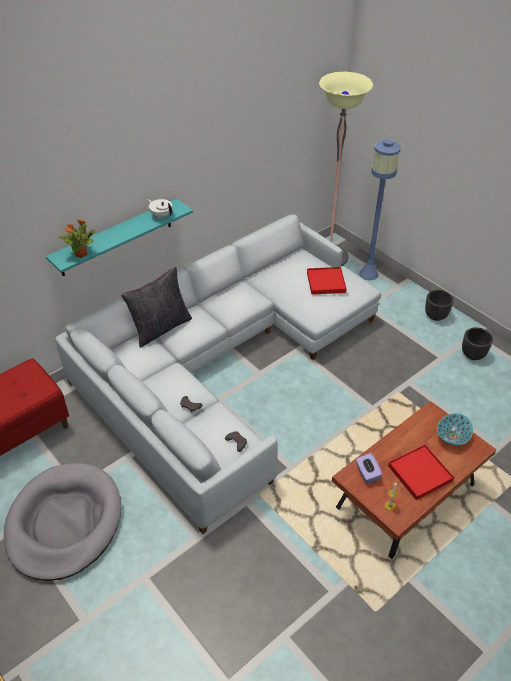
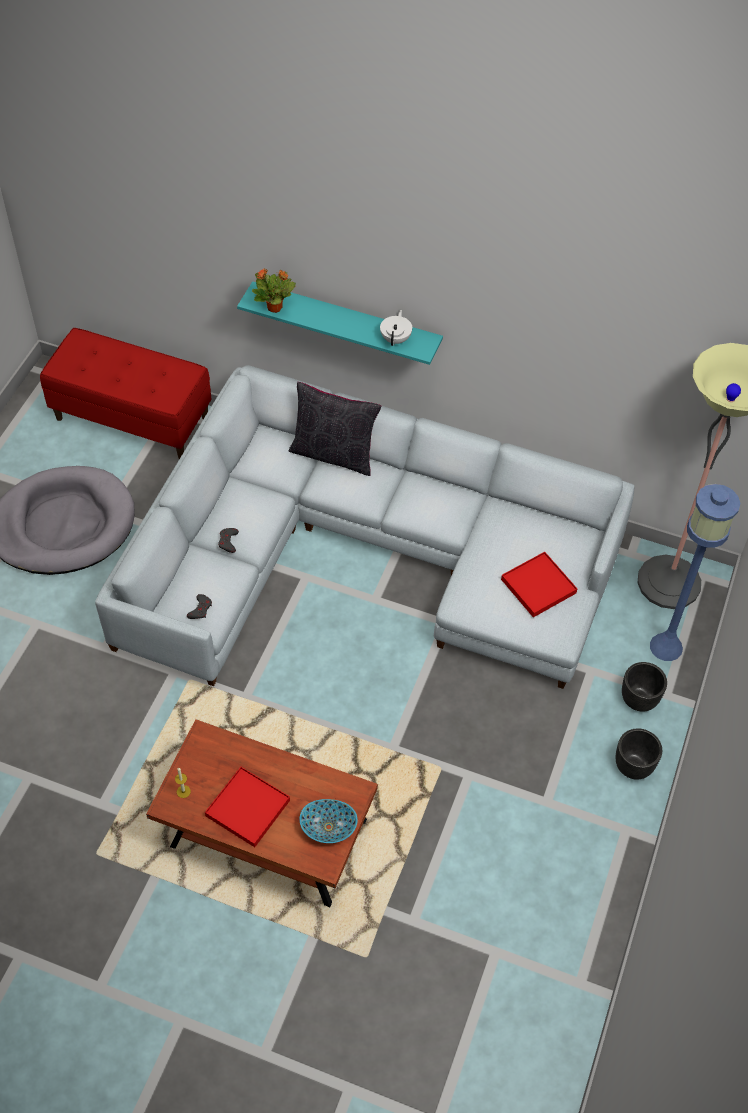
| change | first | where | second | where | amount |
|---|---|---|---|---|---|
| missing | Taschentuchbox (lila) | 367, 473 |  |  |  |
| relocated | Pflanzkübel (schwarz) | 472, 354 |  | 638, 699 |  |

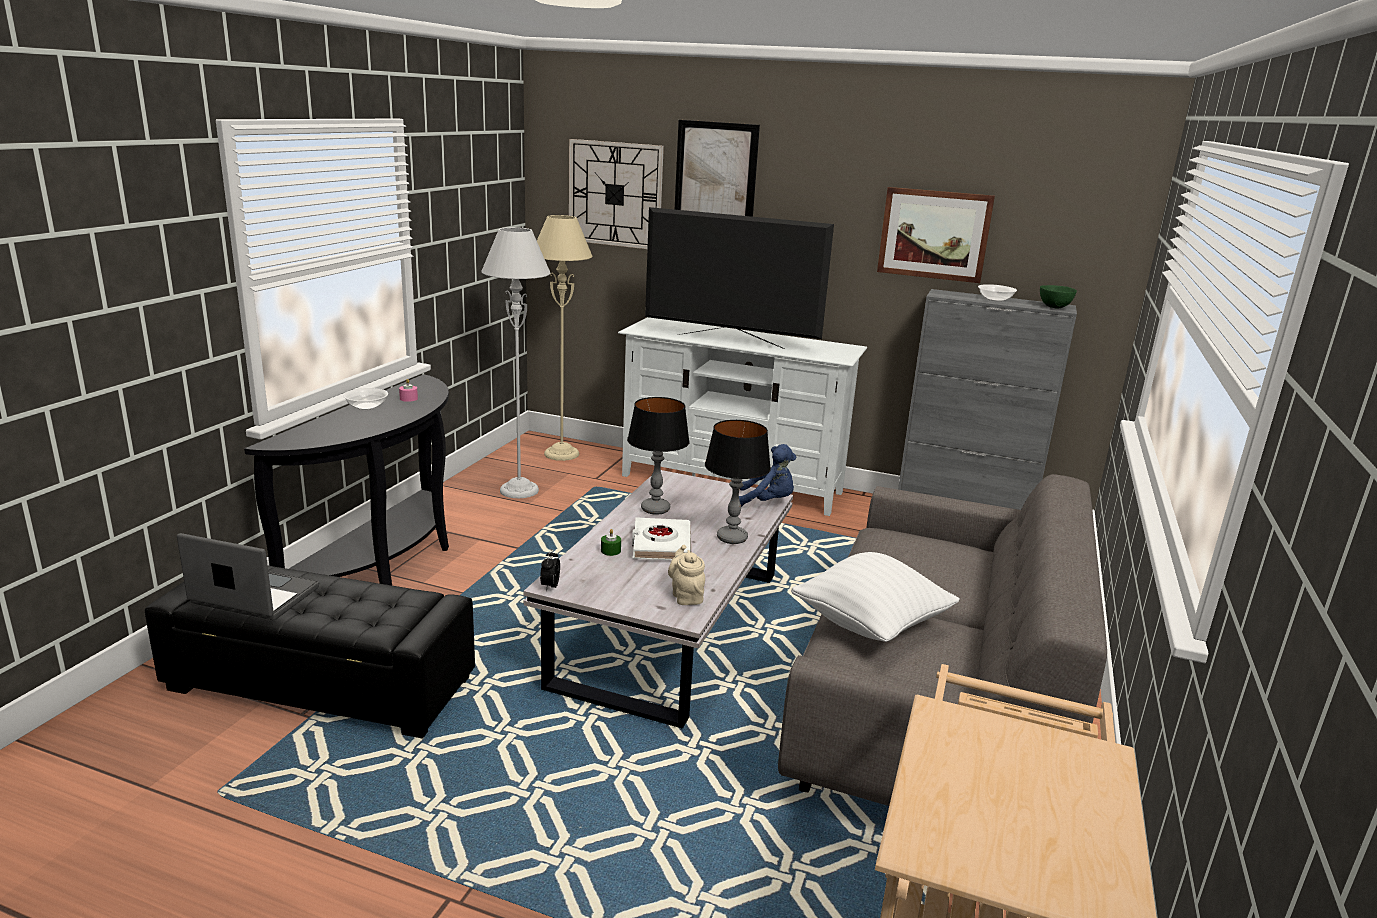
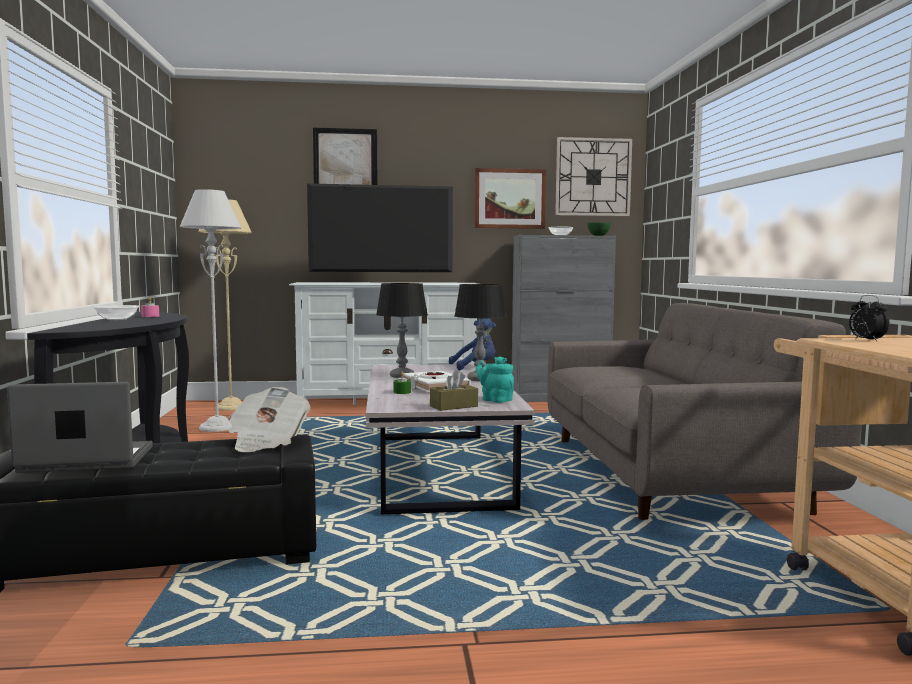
| change | first | where | second | where | amount |
|---|---|---|---|---|---|
| missing | Kissen (weiß) | 870, 625 |  |  |  |
| appeared |  |  | Zeitung | 267, 441 |  |
| appeared |  |  | Taschentuchbox (braun) | 453, 406 |  |
| relocated | Wecker | 550, 586 |  | 866, 340 |  |
| relocated | Wanduhr | 615, 194 |  | 593, 177 |  |
| colour | Teekanne (beige) | 686, 596 | Teekanne (türkis) | 495, 399 |  |

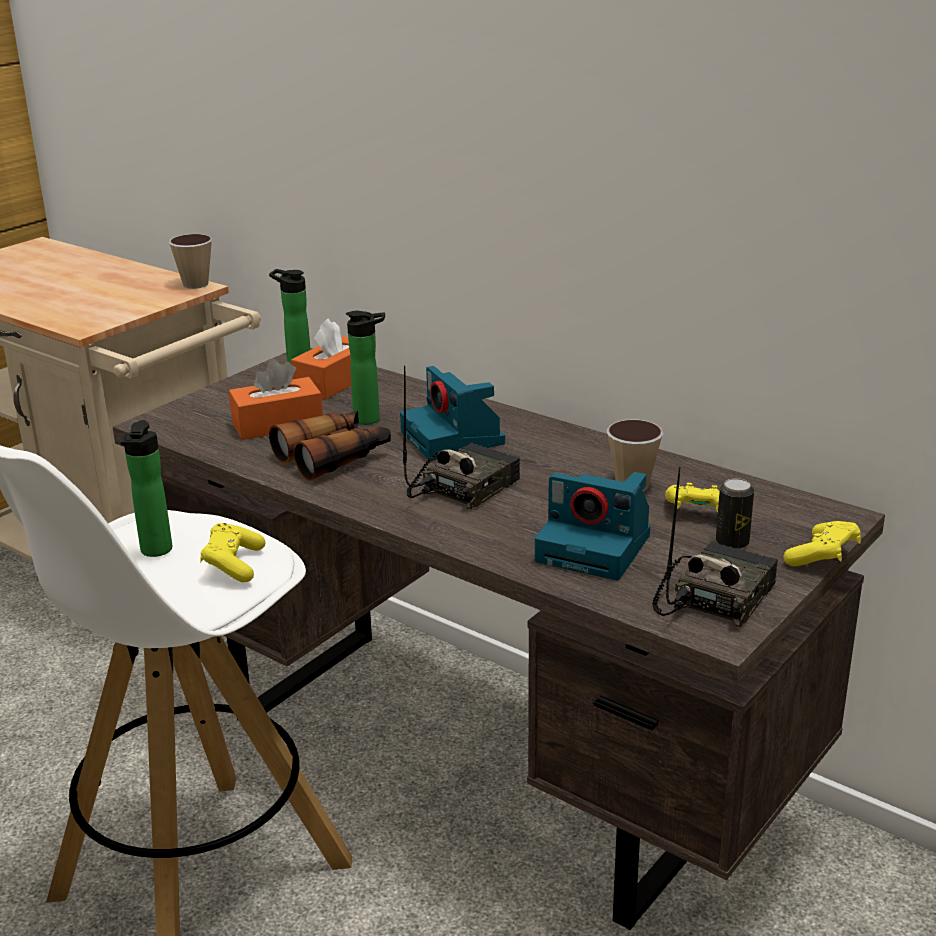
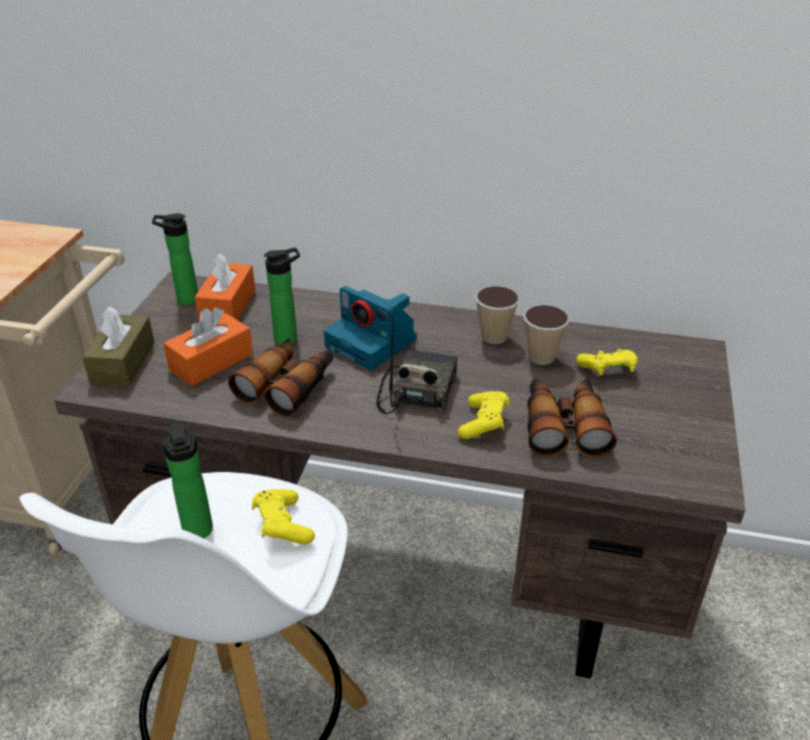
| change | first | where | second | where | amount |
|---|---|---|---|---|---|
| missing | Radio | 714, 597 |  |  |  |
| missing | Dose | 732, 542 |  |  |  |
| appeared |  |  | Taschentuchbox (braun) | 123, 362 |  |
| relocated | Tasse | 195, 284 |  | 494, 337 |  |
| relocated | Gamepad (gelb) | 823, 558 |  | 484, 424 |  |
| exchanged | Kamera | 596, 548 | Fernglas | 564, 425 |  |

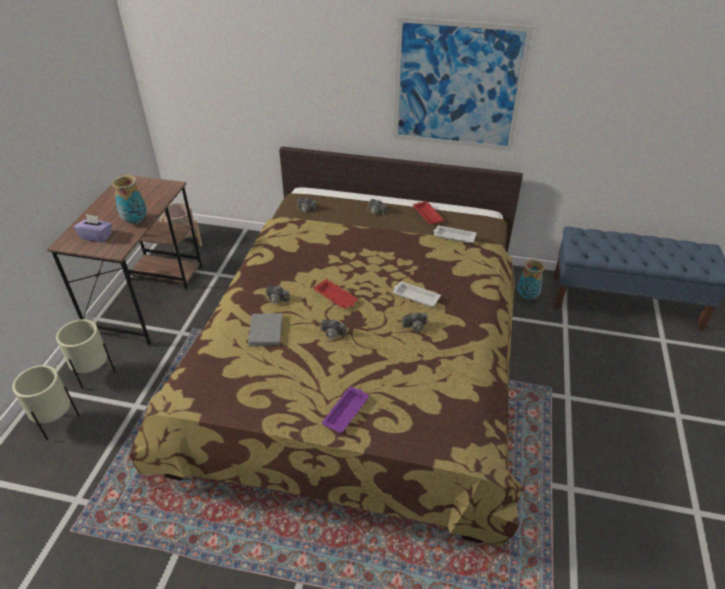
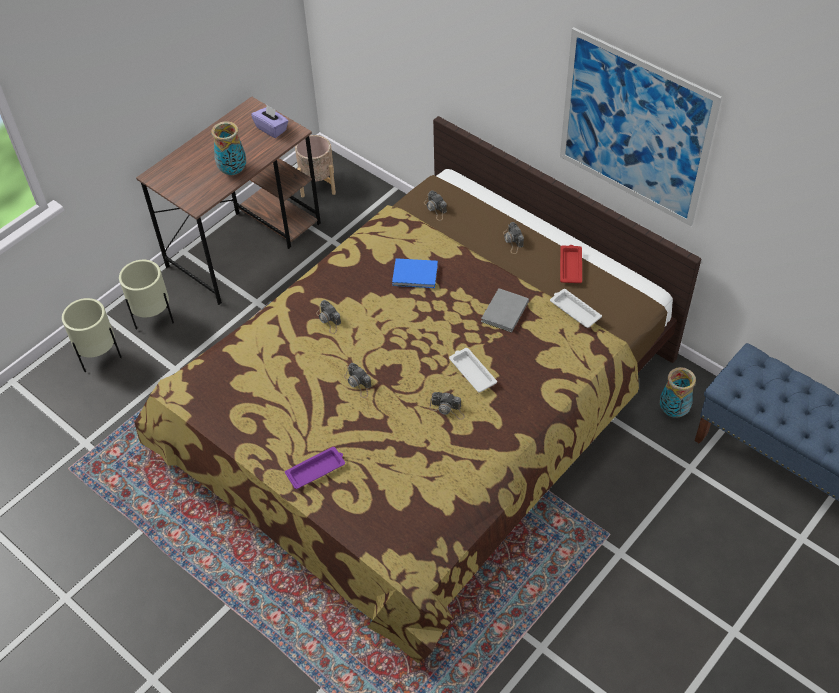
| change | first | where | second | where | amount |
|---|---|---|---|---|---|
| missing | Tablett (rot) | 336, 297 |  |  |  |
| appeared |  |  | Buch (blau) | 416, 275 |  |
| relocated | Taschentuchbox (lila) | 97, 236 |  | 271, 129 |  |
| relocated | Buch (grau) | 265, 332 |  | 503, 312 |  |

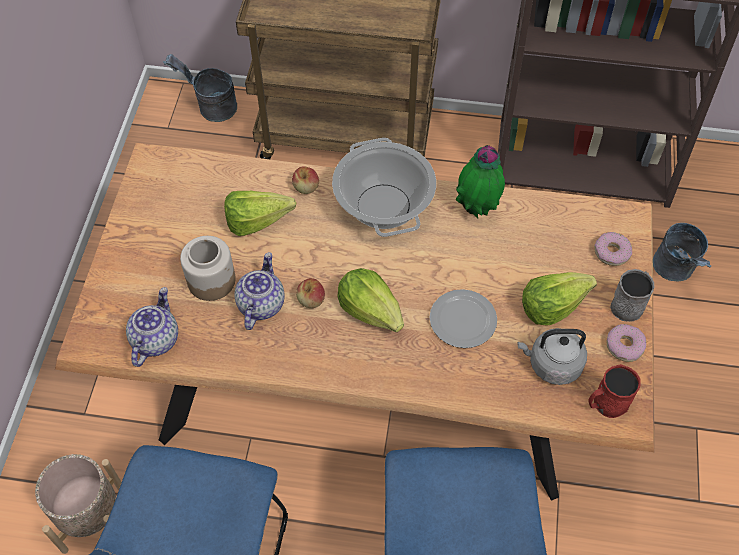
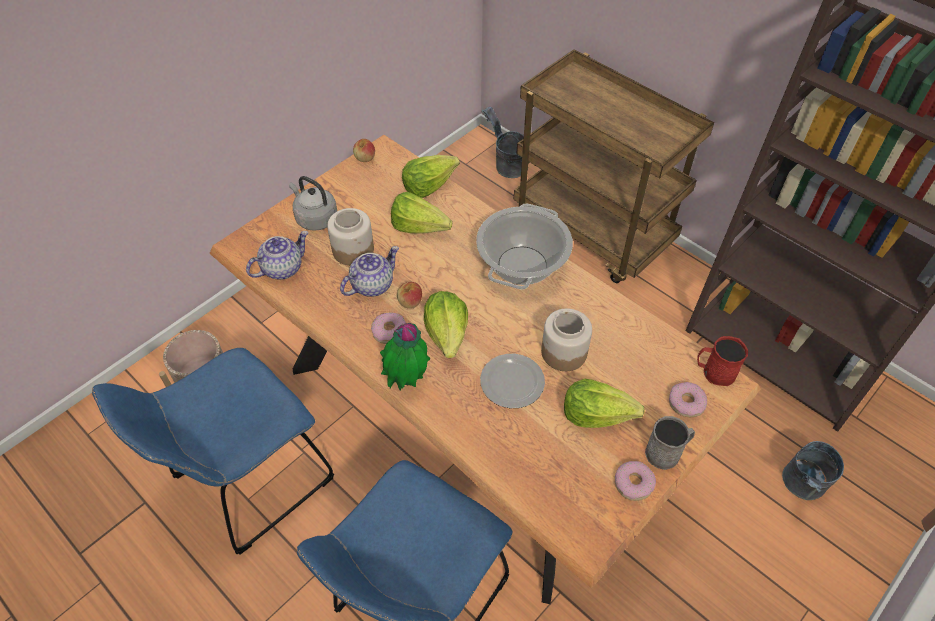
| change | first | where | second | where | amount |
|---|---|---|---|---|---|
| appeared |  |  | Donut | 389, 331 |  |
| appeared |  |  | Salatkopf | 428, 185 |  |
| appeared |  |  | Vorratsglas | 563, 352 |  |
| relocated | Apfel | 306, 187 |  | 365, 158 |  |
| relocated | Topfpflanze | 477, 209 |  | 407, 382 |  |
| relocated | Wasserkessel (grau) | 551, 365 |  | 315, 218 |  |
| relocated | Henkelbecher (rot) | 606, 403 |  | 714, 372 |  |

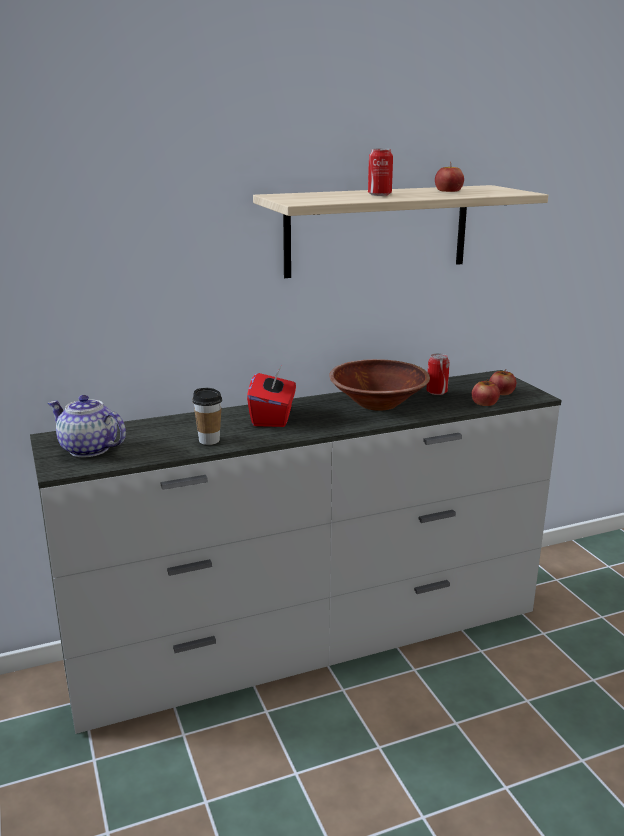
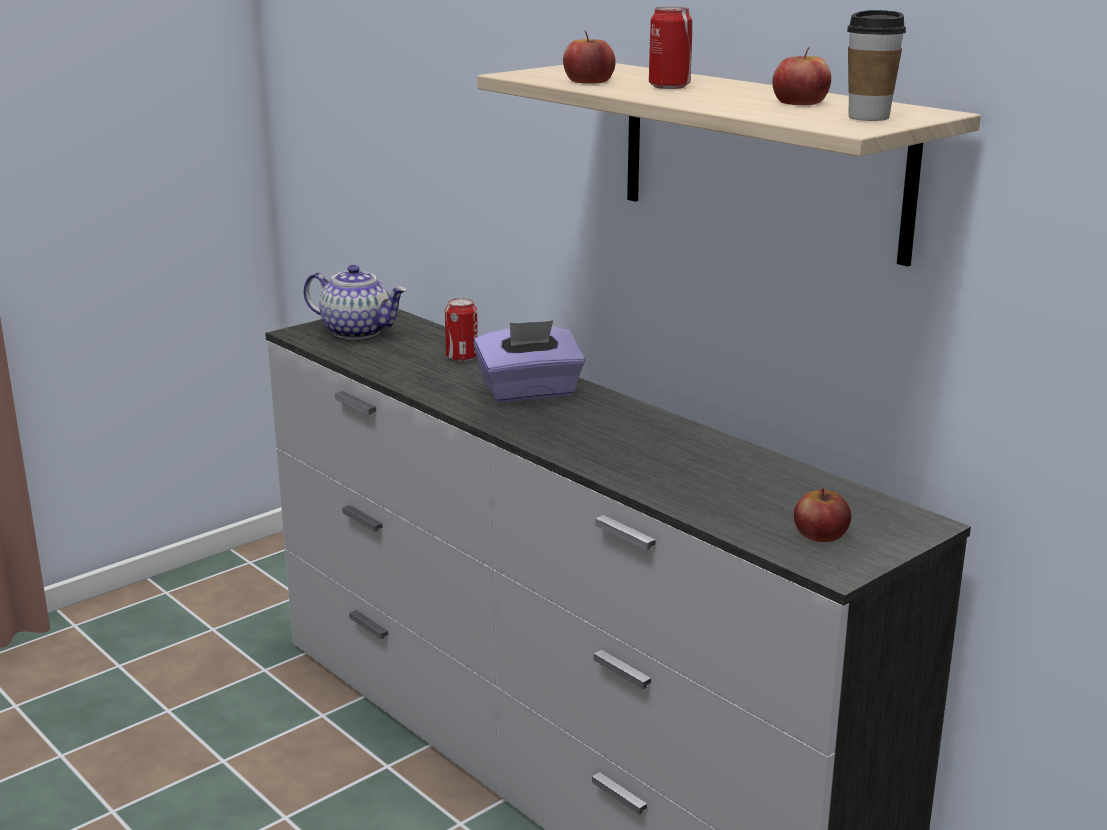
| change | first | where | second | where | amount |
|---|---|---|---|---|---|
| missing | Schüssel (braun) | 378, 403 |  |  |  |
| relocated | Tasse | 209, 440 |  | 868, 117 |  |
| relocated | Dose | 436, 392 |  | 462, 357 |  |
| relocated | Apfel | 484, 403 |  | 589, 81 |  |
| colour | Taschentuchbox (rot) | 273, 417 | Taschentuchbox (lila) | 529, 392 |  |
| spun | Teekanne | 88, 449 |  | 358, 331 | 105 degrees clockwise |

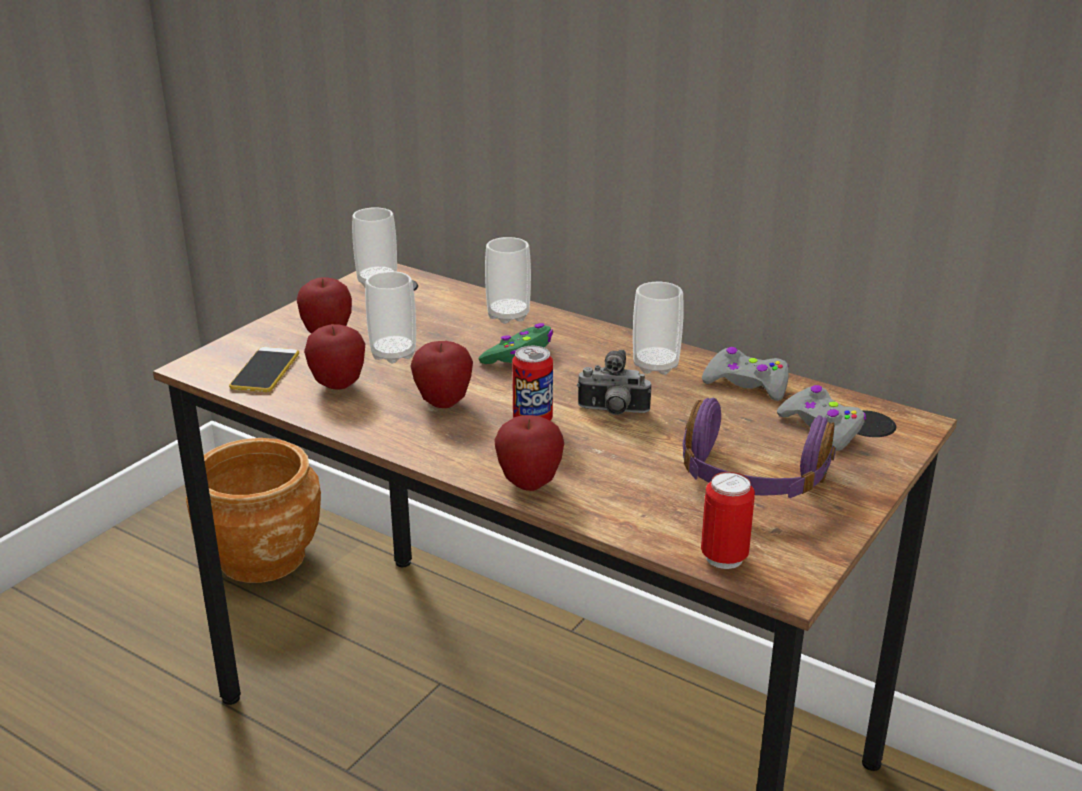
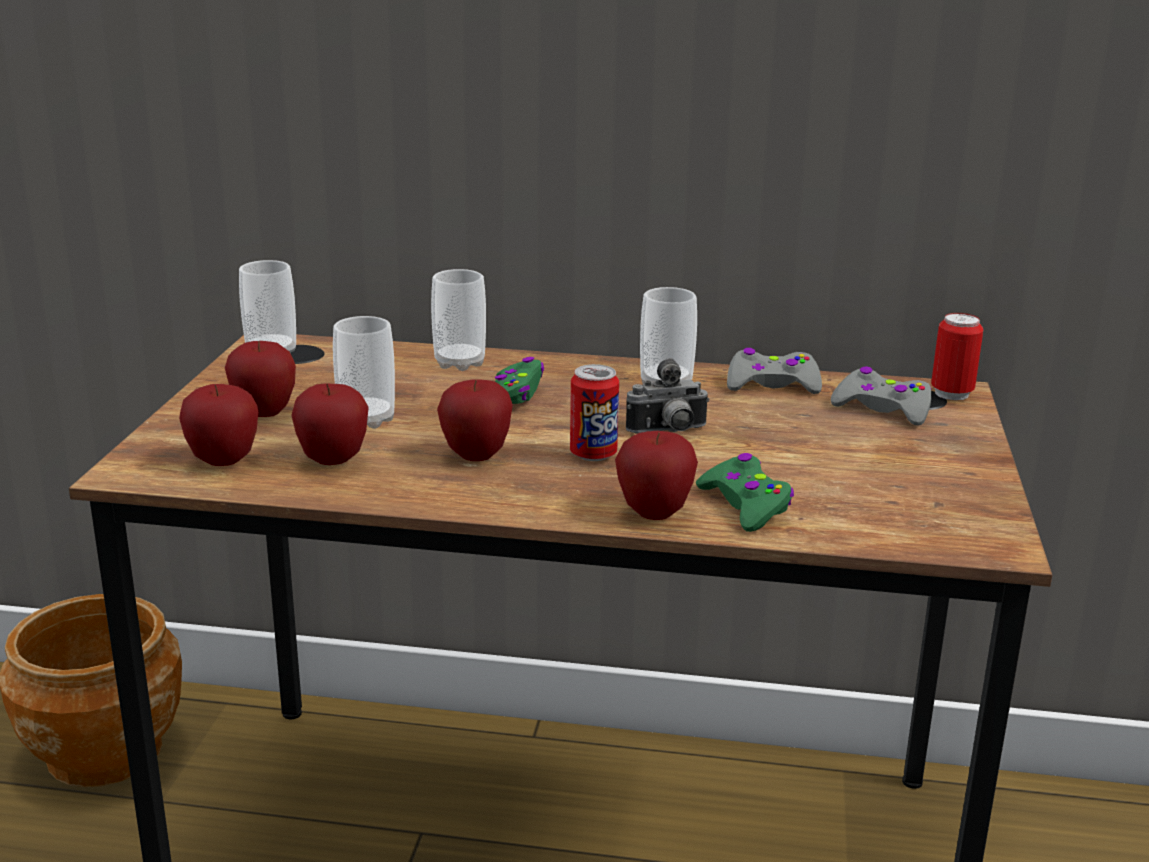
| change | first | where | second | where | amount |
|---|---|---|---|---|---|
| missing | Kopfhörer (lila) | 751, 479 |  |  |  |
| appeared |  |  | Gamepad (grün) | 745, 505 |  |
| relocated | Dose | 724, 558 |  | 951, 394 |  |
| exchanged | Handy | 265, 370 | Apfel | 223, 461 |  |

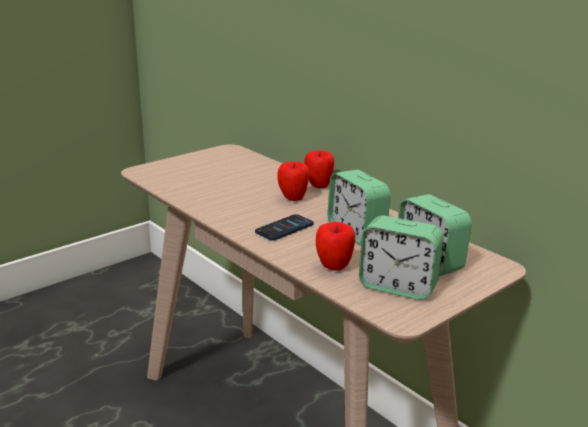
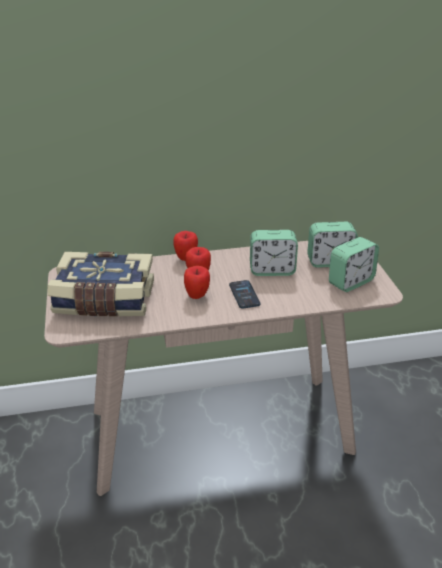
| change | first | where | second | where | amount |
|---|---|---|---|---|---|
| appeared |  |  | Buch | 104, 300 |  |
| relocated | Apfel | 334, 267 |  | 197, 296 |  |

